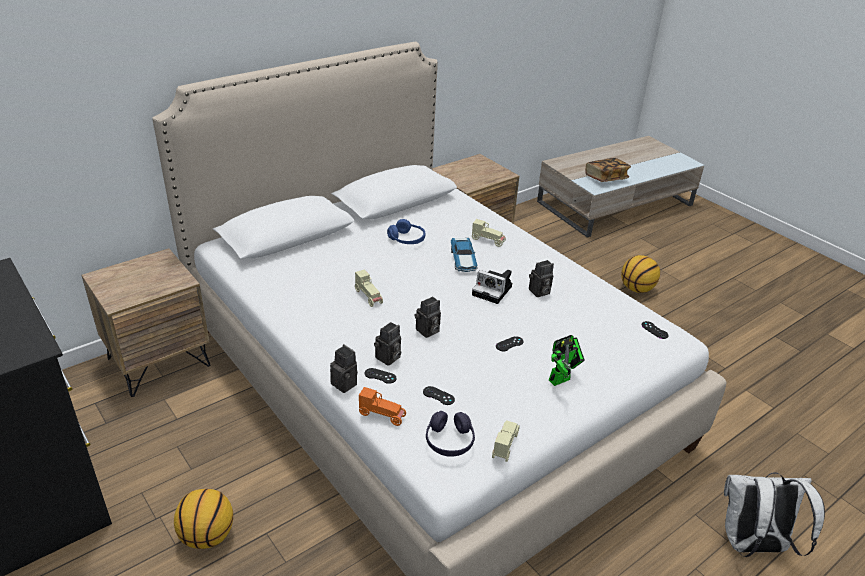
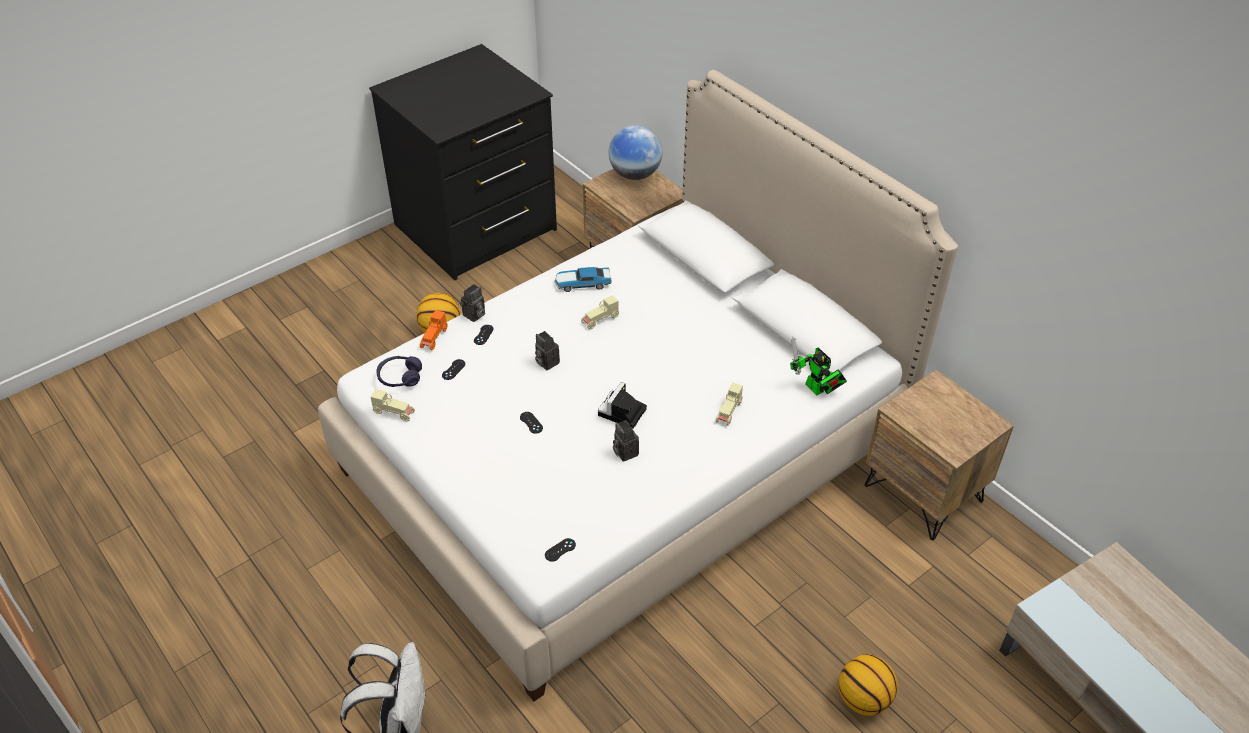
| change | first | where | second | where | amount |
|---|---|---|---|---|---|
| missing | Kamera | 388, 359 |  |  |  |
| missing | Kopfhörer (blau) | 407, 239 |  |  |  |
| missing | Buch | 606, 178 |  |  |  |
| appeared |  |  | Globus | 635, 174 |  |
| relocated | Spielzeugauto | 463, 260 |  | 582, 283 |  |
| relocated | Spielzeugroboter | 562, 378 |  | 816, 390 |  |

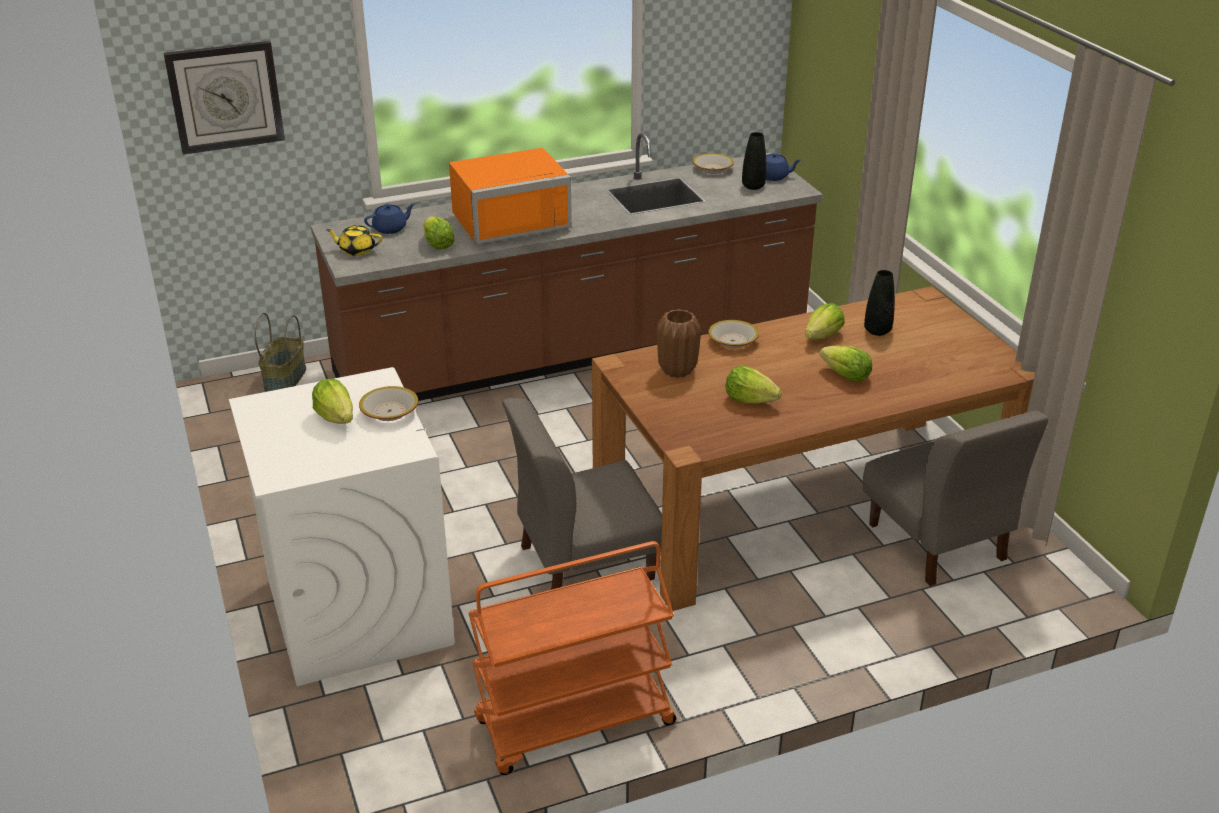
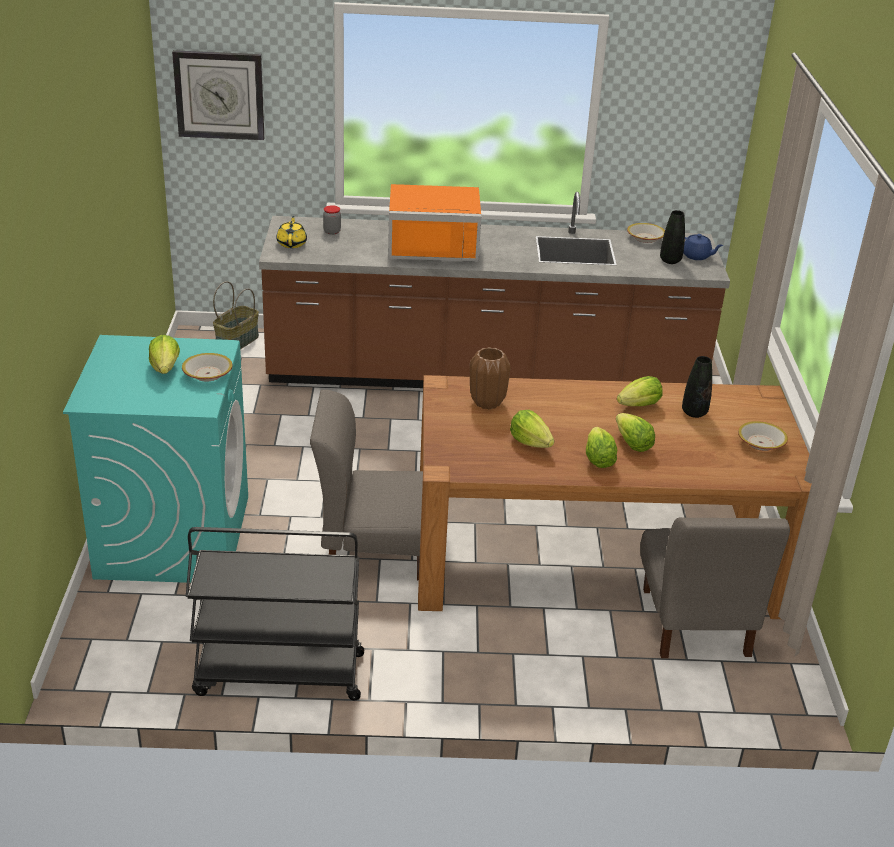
| change | first | where | second | where | amount |
|---|---|---|---|---|---|
| relocated | Salatkopf | 438, 245 |  | 598, 459 |  |
| relocated | Schüssel | 732, 341 |  | 760, 443 |  |
| exchanged | Teekanne (blau) | 390, 229 | Vorratsglas | 332, 231 |  |
| colour | Waschmaschine (weiß) | 357, 611 | Waschmaschine (türkis) | 173, 536 |  |
| colour | Rollwagen (orange) | 574, 724 | Rollwagen (schwarz) | 278, 675 |  |
| spun | Teekanne (gelb) | 356, 250 |  | 292, 243 | 60 degrees clockwise |

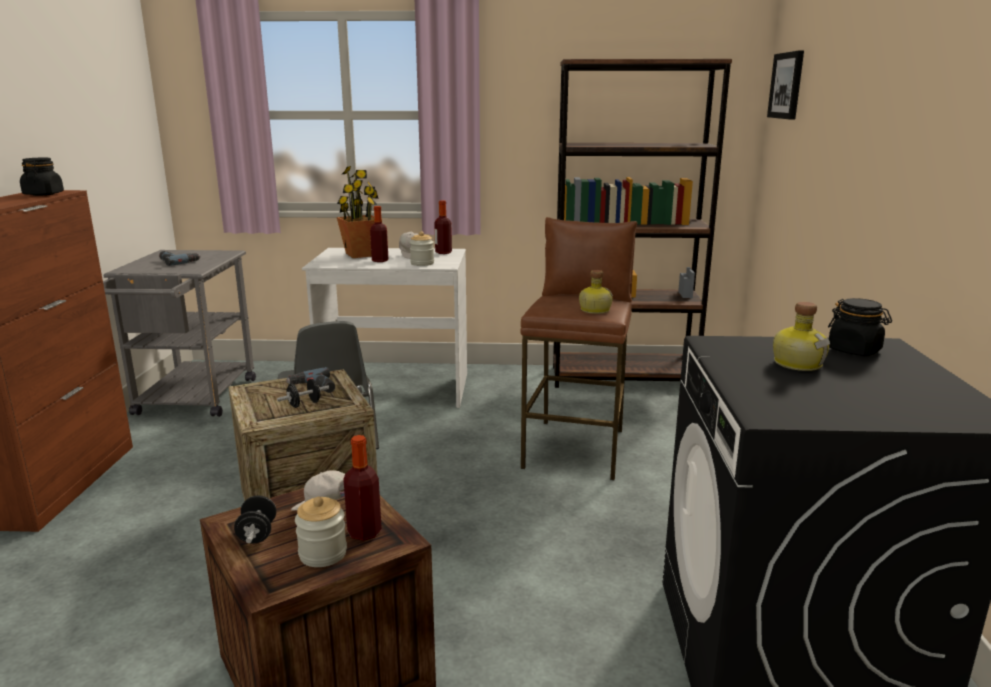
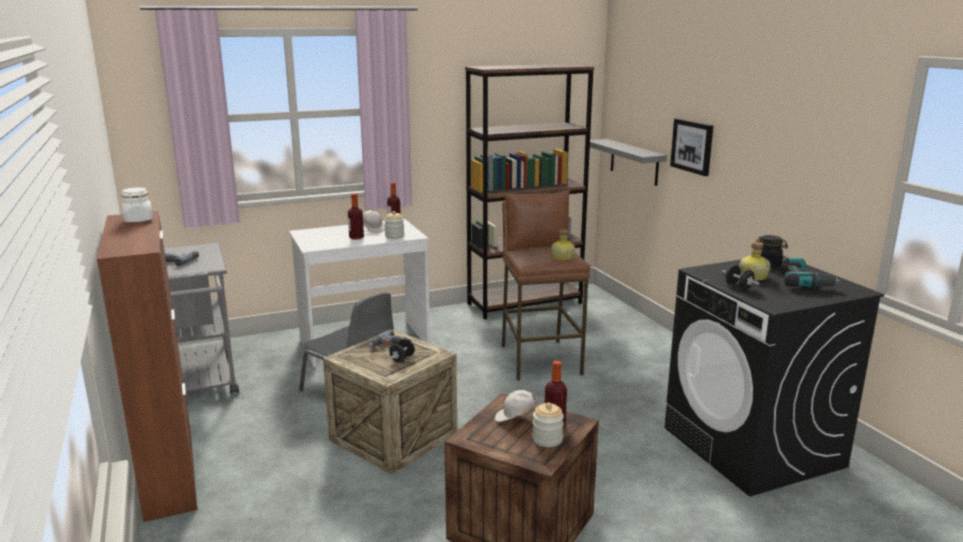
| change | first | where | second | where | amount |
|---|---|---|---|---|---|
| missing | Topfpflanze | 361, 254 |  |  |  |
| appeared |  |  | Wandregal (grau) | 634, 162 |  |
| appeared |  |  | Bohrmaschine | 804, 282 |  |
| relocated | Hantel (schwarz) | 257, 534 |  | 738, 286 |  |
| relocated | Bild | 787, 85 |  | 692, 146 |  |
| colour | Vorratsglas (schwarz) | 43, 194 | Vorratsglas (weiß) | 138, 220 |  |

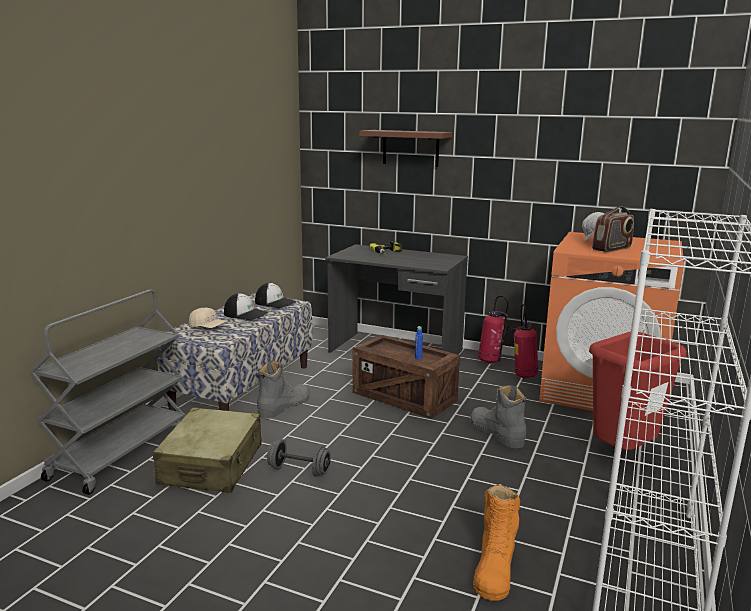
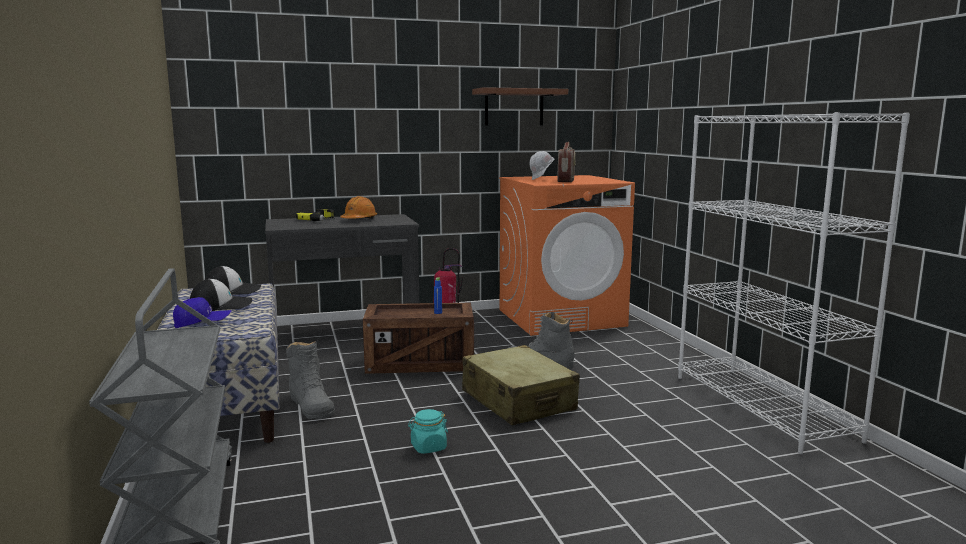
| change | first | where | second | where | amount |
|---|---|---|---|---|---|
| missing | Stiefel (orange) | 494, 568 |  |  |  |
| missing | Feuerlöscher | 523, 375 |  |  |  |
| missing | Mülleimer (rot) | 622, 455 |  |  |  |
| appeared |  |  | Schutzhelm (orange) | 359, 220 |  |
| relocated | Koffer (beige) | 212, 464 |  | 518, 401 |  |
| relocated | Wandregal (braun) | 410, 148 |  | 514, 107 |  |
| exchanged | Hantel (grau) | 299, 470 | Vorratsglas (türkis) | 428, 447 |  |
| colour | Kappe (beige) | 207, 327 | Kappe (blau) | 202, 324 |  |
| spun | Stiefel (grau) | 283, 406 |  | 311, 405 | 150 degrees clockwise |

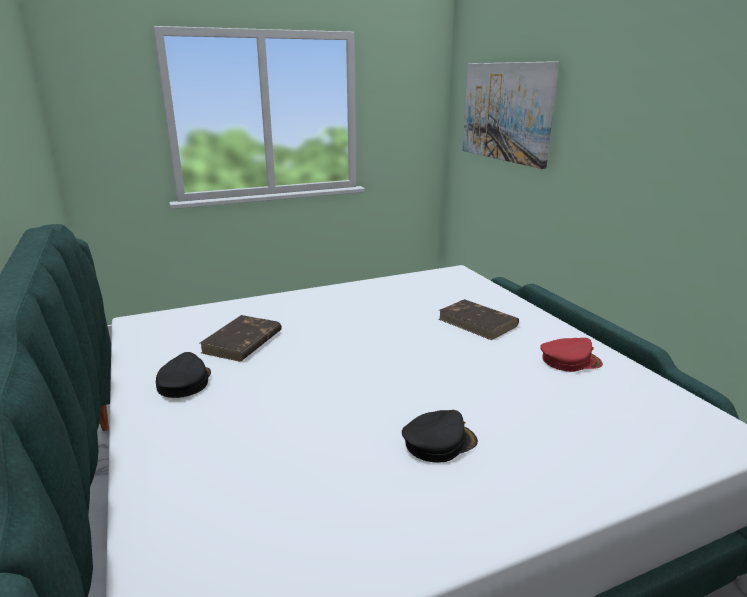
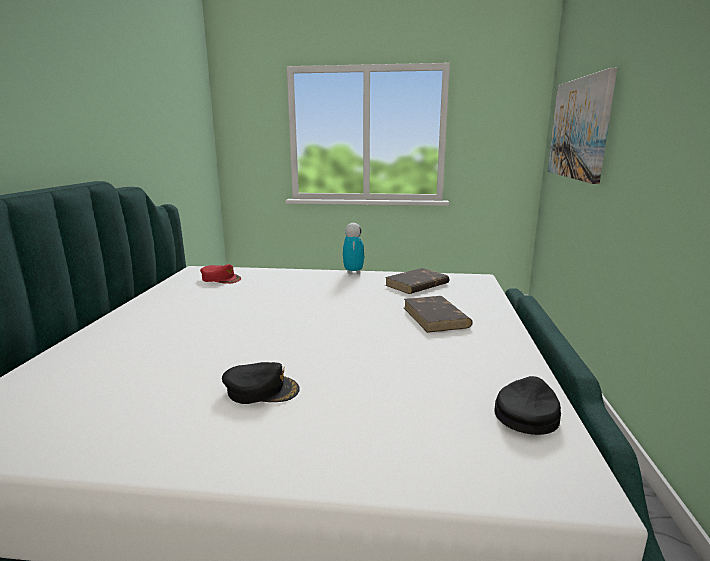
| change | first | where | second | where | amount |
|---|---|---|---|---|---|
| appeared |  |  | Spielzeugroboter | 353, 272 |  |
| relocated | Kappe (schwarz) | 184, 382 |  | 527, 413 |  |
| relocated | Buch (braun) | 242, 342 |  | 416, 284 |  |
| relocated | Kappe (rot) | 570, 360 |  | 221, 279 |  |

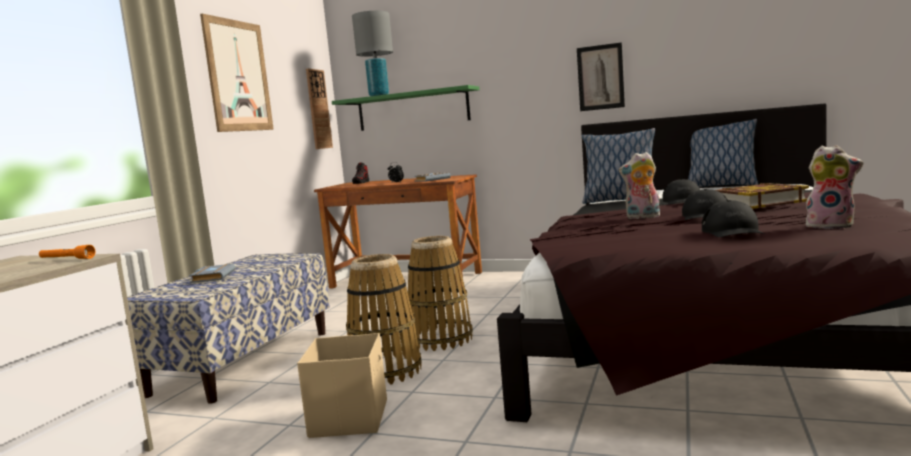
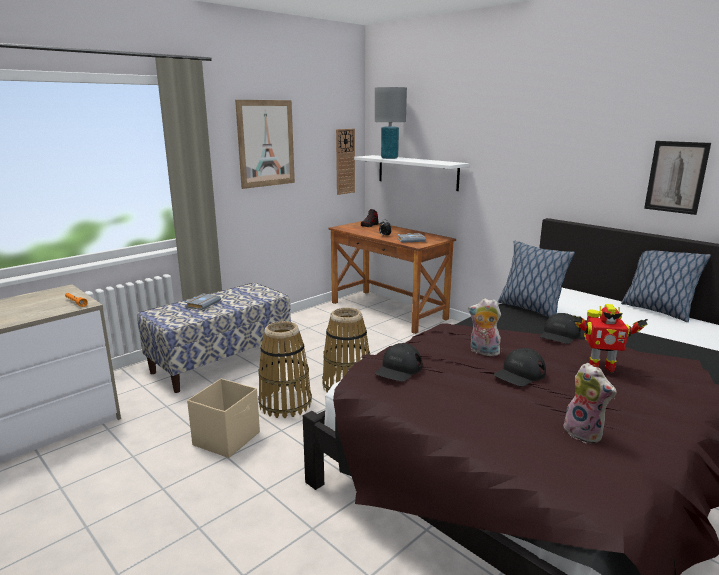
| change | first | where | second | where | amount |
|---|---|---|---|---|---|
| relocated | Bild | 600, 77 |  | 676, 177 |  |
| relocated | Kappe (schwarz) | 733, 231 |  | 398, 369 |  |
| exchanged | Buch | 759, 202 | Spielzeugroboter | 600, 367 |  |
| colour | Wandregal (grün) | 412, 109 | Wandregal (weiß) | 417, 172 |  |

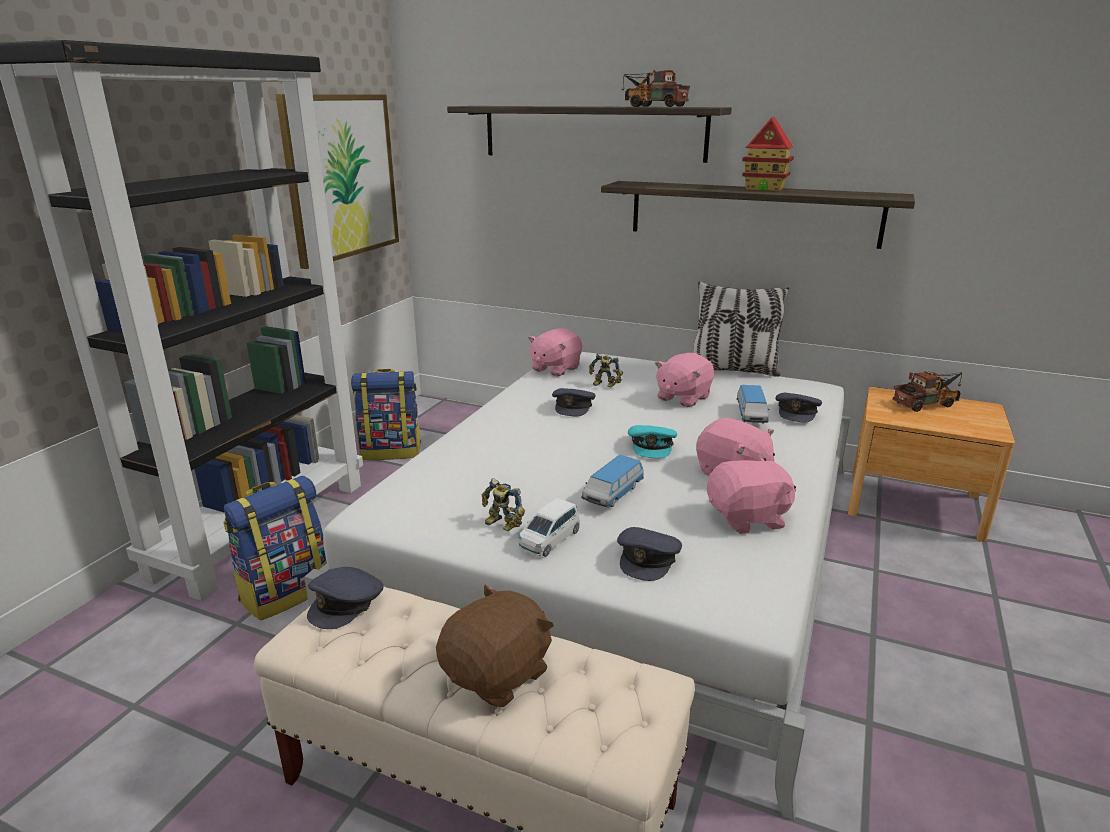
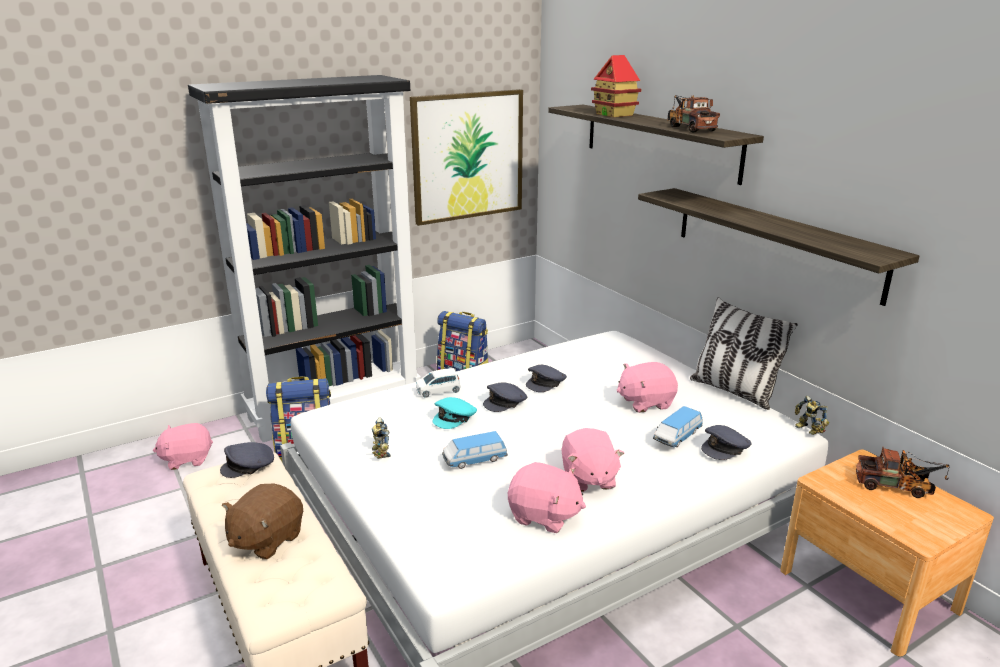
| change | first | where | second | where | amount |
|---|---|---|---|---|---|
| relocated | Spielzeugauto (weiß) | 549, 540 |  | 438, 391 |  |
| relocated | Plüschtier (rosa) | 555, 368 |  | 187, 459 |  |
| relocated | Spielzeugroboter | 604, 385 |  | 807, 430 |  |
| relocated | Kappe (grau) | 648, 558 |  | 505, 402 |  |
| relocated | Kappe (türkis) | 652, 446 |  | 455, 417 |  |
| relocated | Spielzeughaus | 765, 188 |  | 614, 114 |  |
| spun | Plüschtier (braun) | 498, 674 |  | 266, 539 | 135 degrees clockwise |

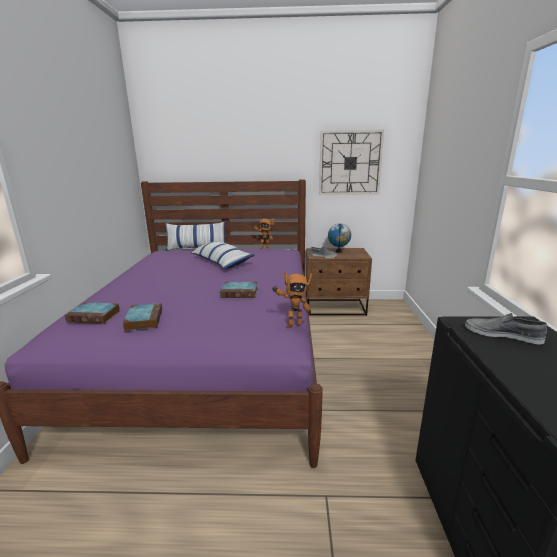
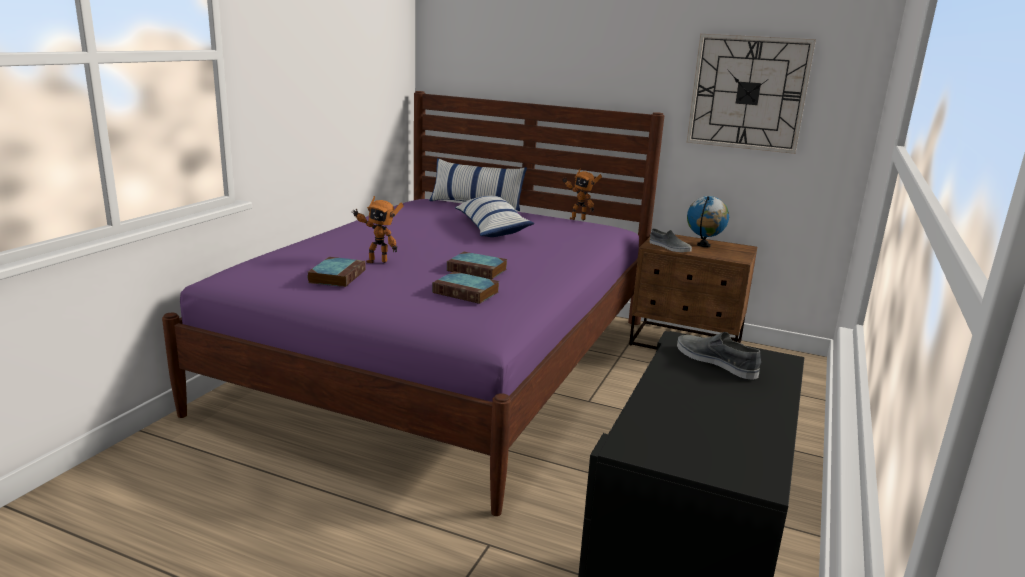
| change | first | where | second | where | amount |
|---|---|---|---|---|---|
| relocated | Buch | 95, 316 |  | 467, 292 |  |
| relocated | Spielzeugroboter | 292, 324 |  | 377, 261 |  |

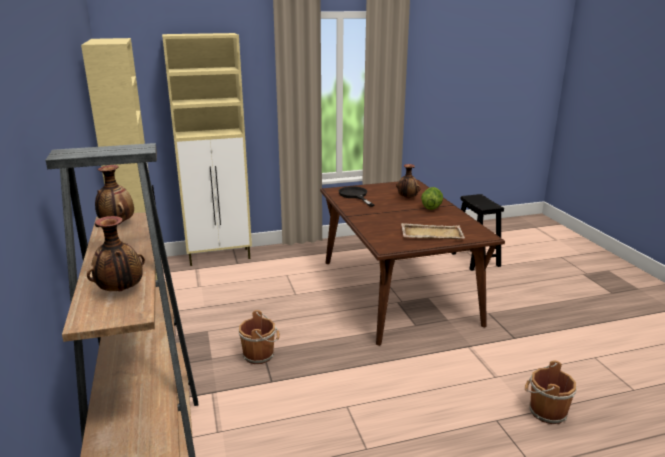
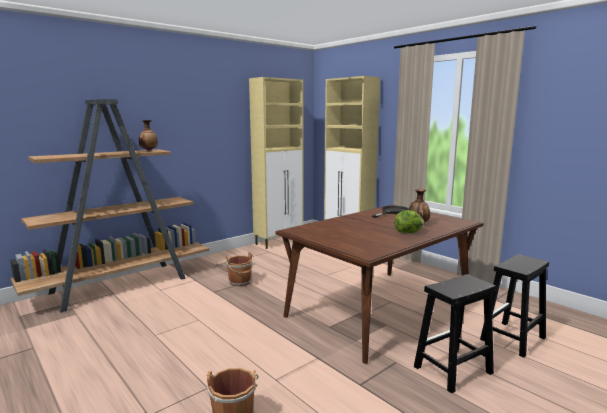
| change | first | where | second | where | amount |
|---|---|---|---|---|---|
| missing | Vase | 121, 291 |  |  |  |
| missing | Tablett (beige) | 431, 234 |  |  |  |
| appeared |  |  | Hocker (schwarz) | 452, 370 |  |

